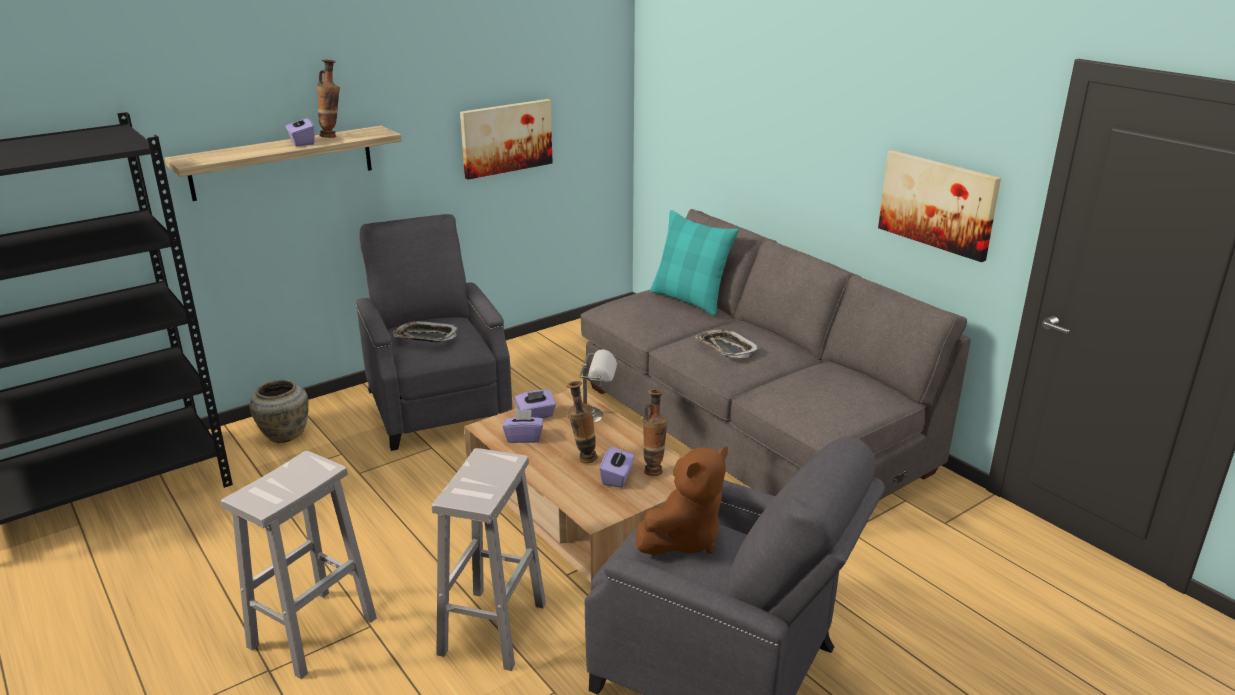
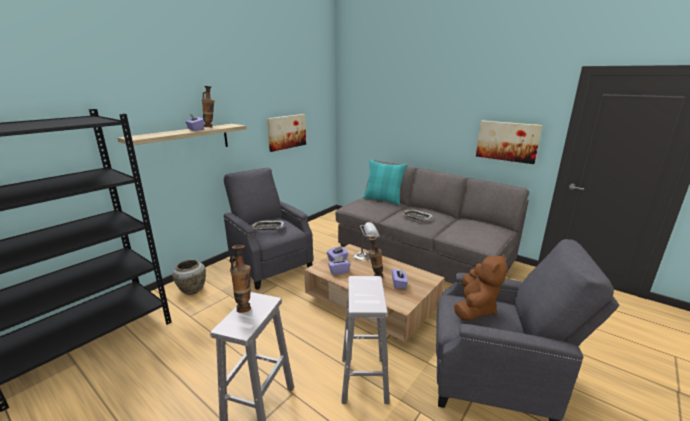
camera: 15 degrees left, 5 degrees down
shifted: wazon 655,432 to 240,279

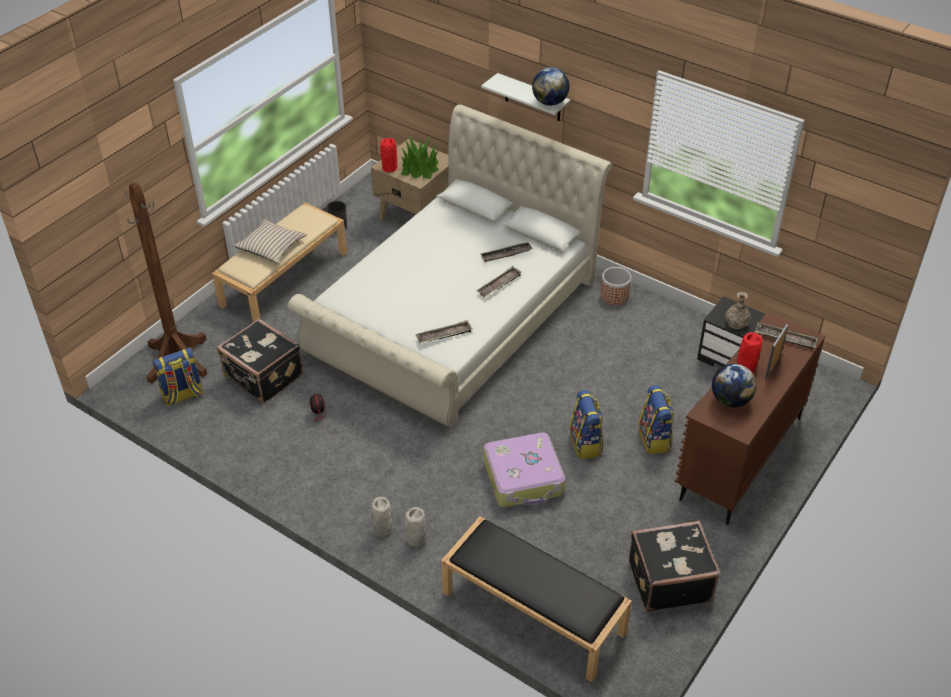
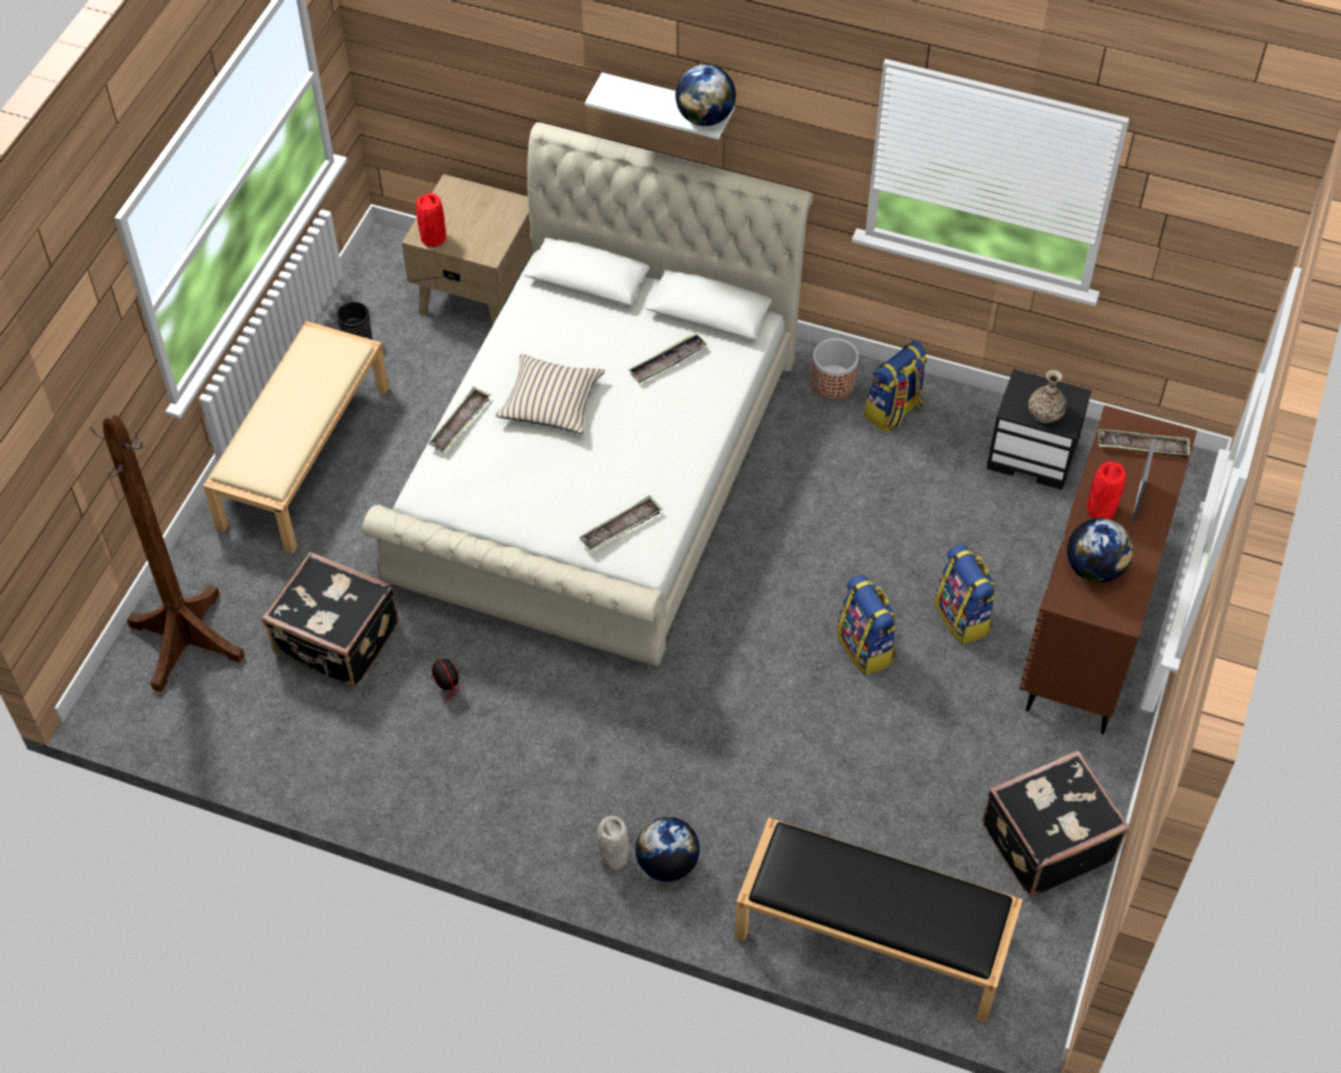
camera: 15 degrees left, 10 degrees up
gone: roślina doniczkowa 420,157; walizka 524,469
shifted: plecak 178,377 to 895,386; poduszka (beżowy) 270,241 to 550,394; taca 499,282 to 459,420
swapped: wazon (szary) 415,527 to globus 667,849

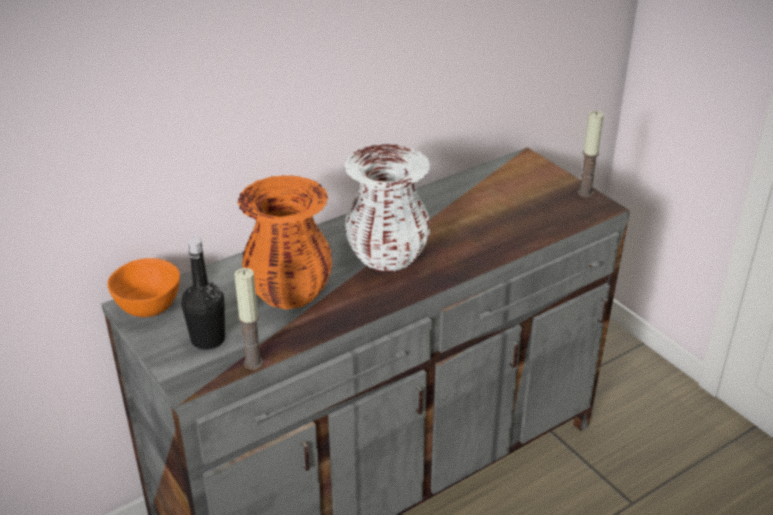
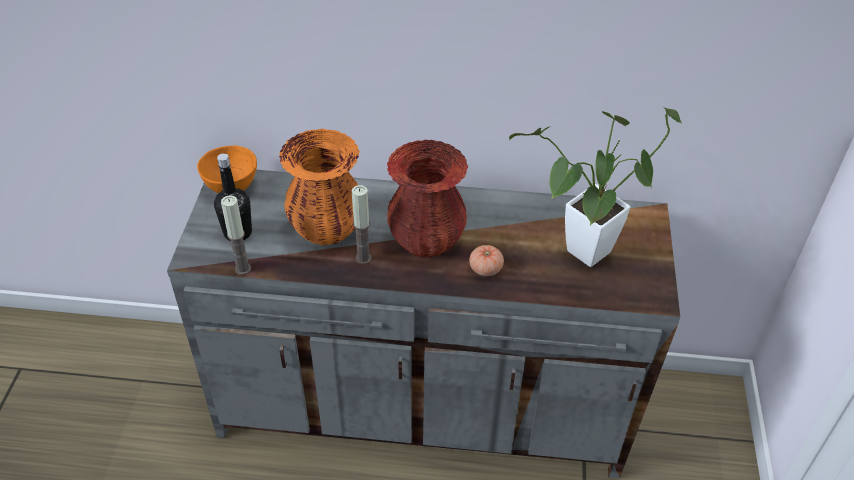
camera: 40 degrees right, 10 degrees up
new: pomidor 486,260; roślina doniczkowa 595,186
shifted: świeca 591,154 to 361,224
repainted: wazon (biały) 387,208 to wazon (czerwony) 427,198

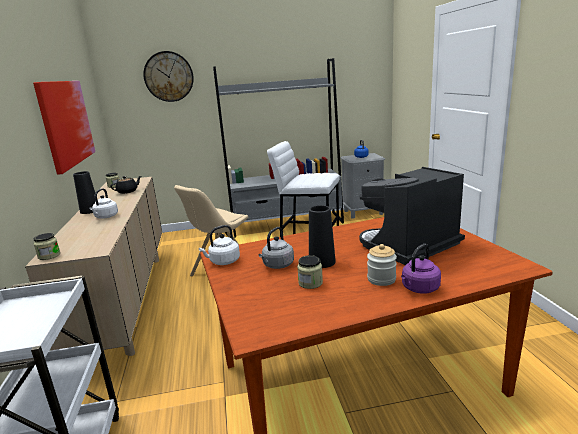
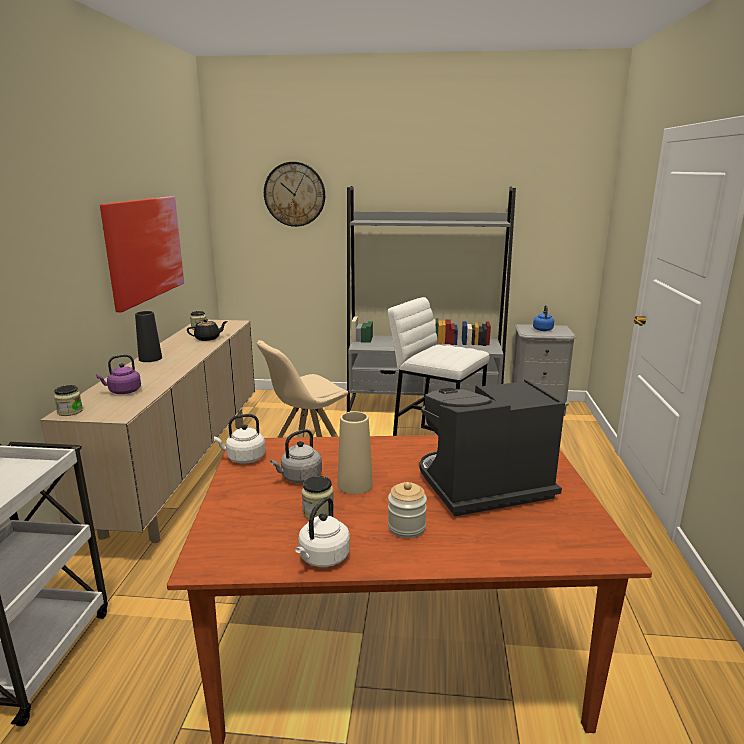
camera: 15 degrees right, 0 degrees up
shifted: czajnik (biały) 103,203 to 322,532; czajnik (fioletowy) 421,269 to 118,374
repainted: wazon (czarny) 322,236 to wazon (beżowy) 355,452

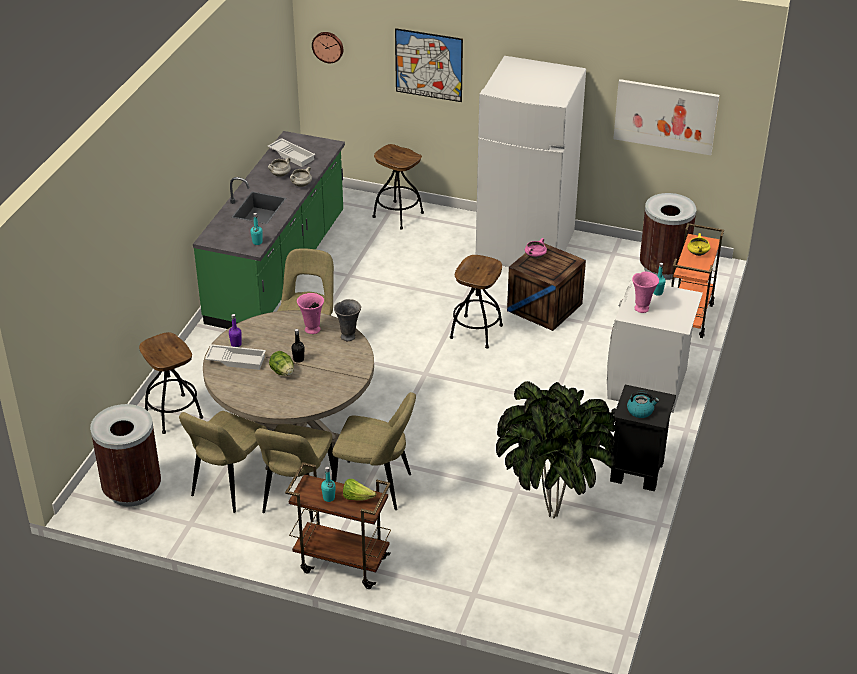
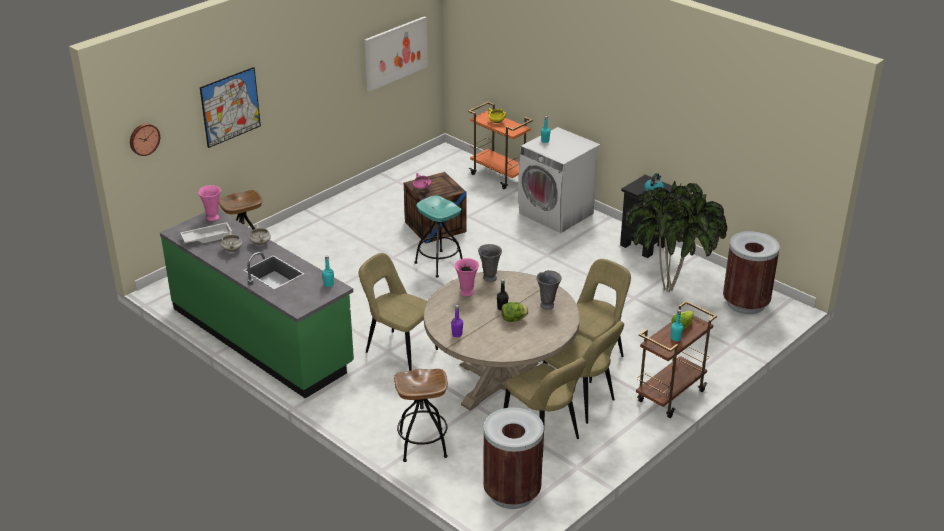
camera: 65 degrees left, 5 degrees down
gone: taca (biały) 235,357; lodówka (biały) 531,161
new: wazon (szary) 549,289
shifted: wazon (różowy) 645,292 to 209,203; kosz na śmieci (brązowy) 668,236 to 751,272
repainted: stołek (brązowy) 476,302 to stołek (turkusowy) 438,236

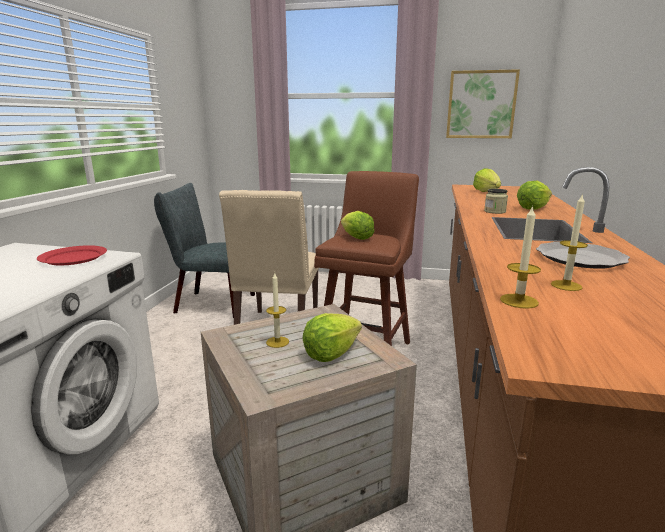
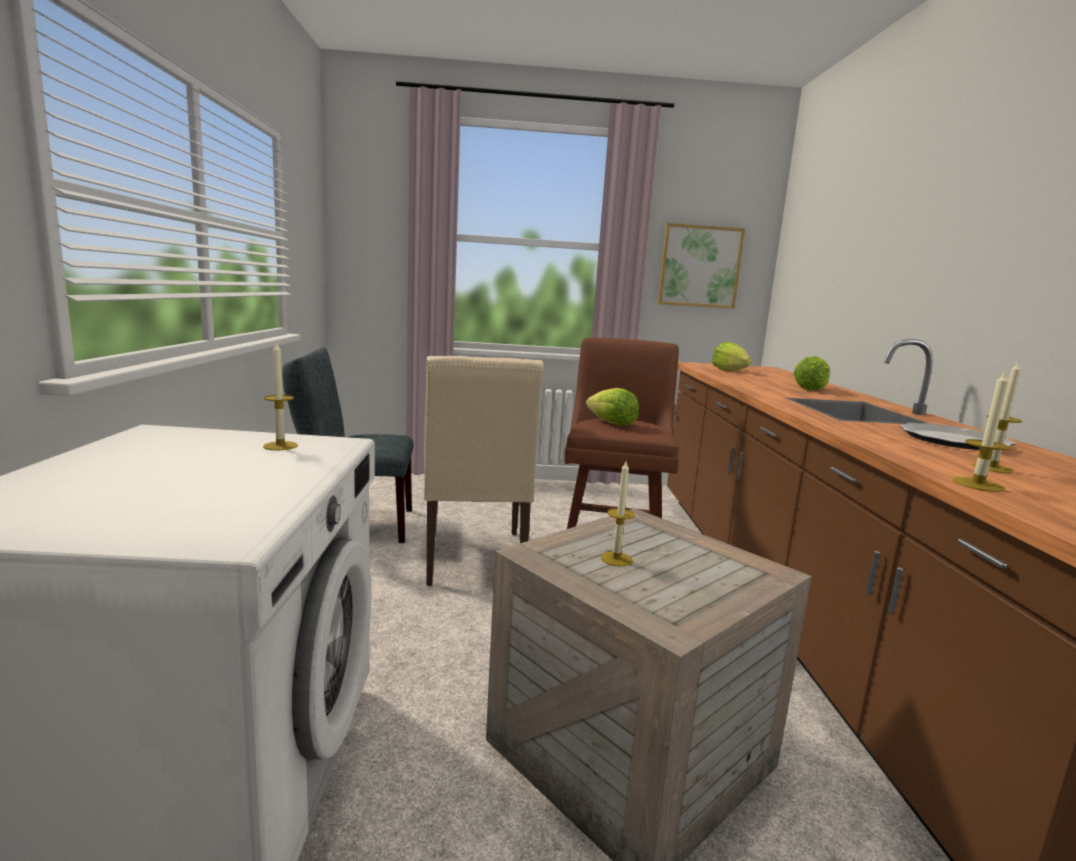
camera: 15 degrees left, 5 degrees down
gone: sałata 332,337; słoik 496,201
swapped: talerz (czerwony) 72,255 to świeca 280,395

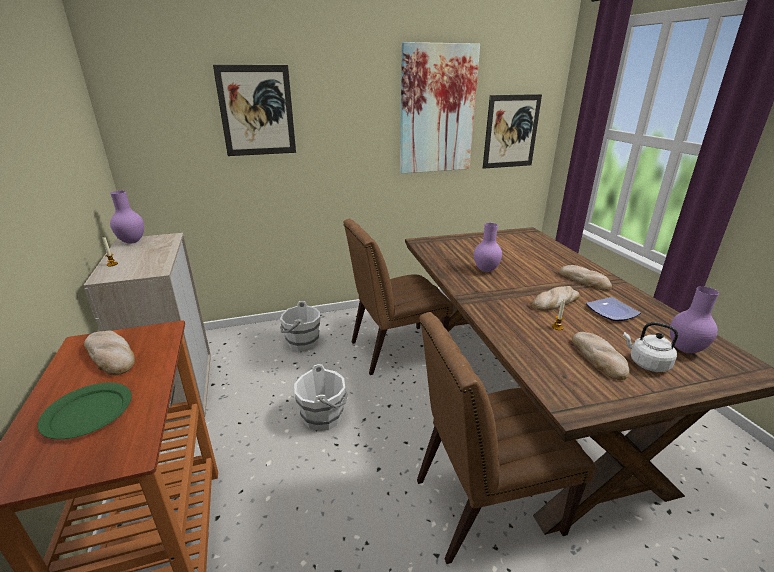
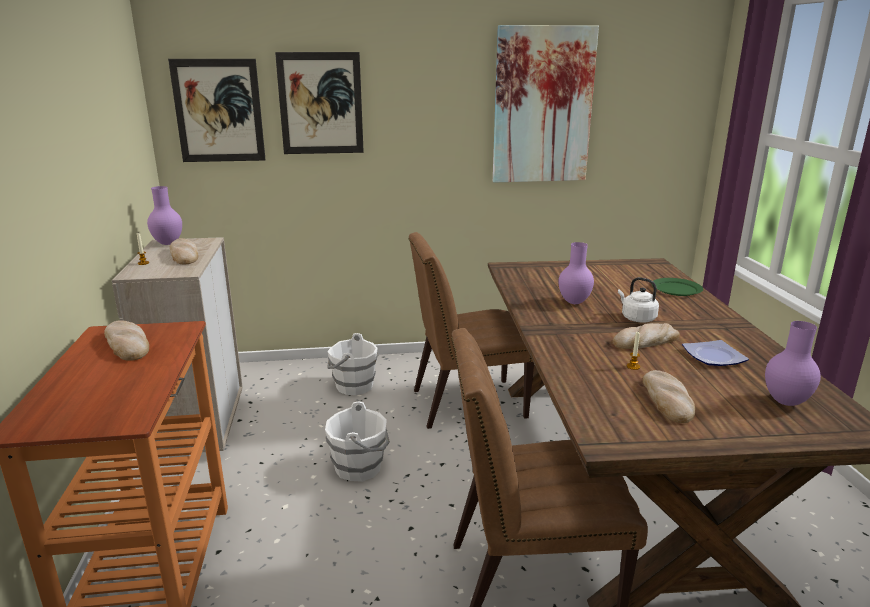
camera: 10 degrees right, 5 degrees down
shifted: talerz (zielony) 84,411 to 677,287; obraz 512,131 to 217,110; chleb 585,278 to 184,251; czajnik (biały) 650,347 to 638,300

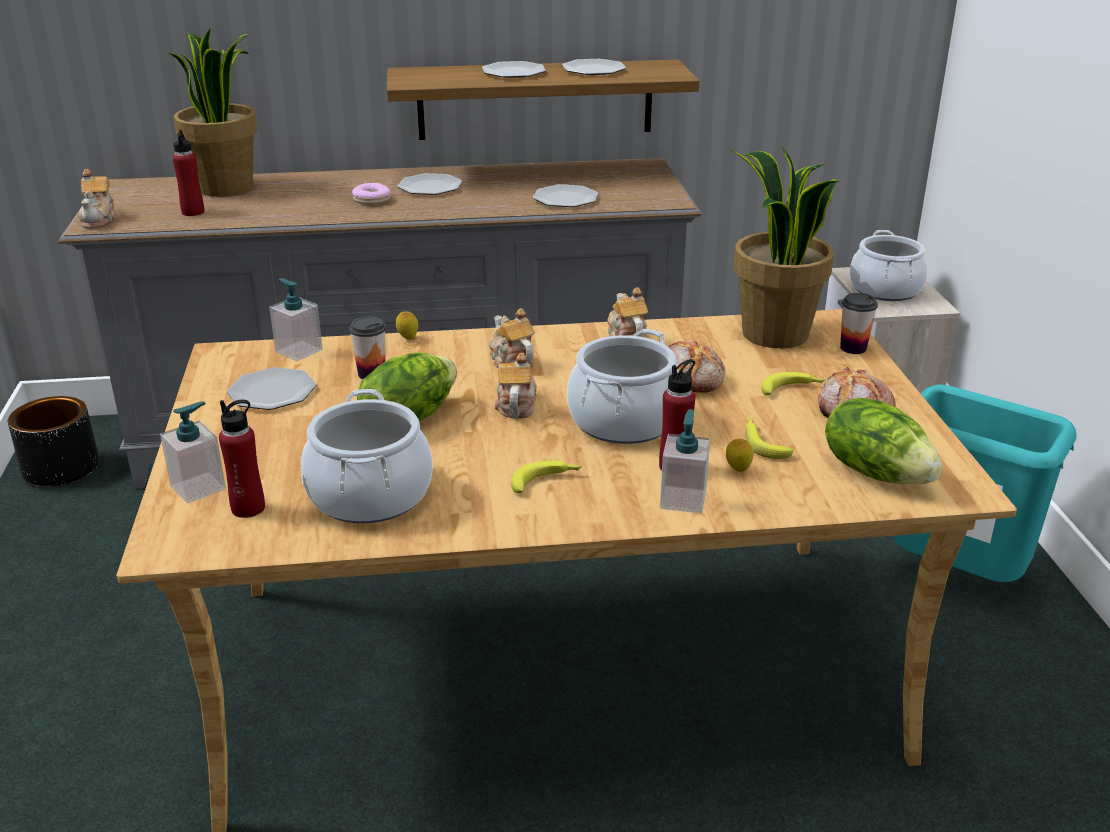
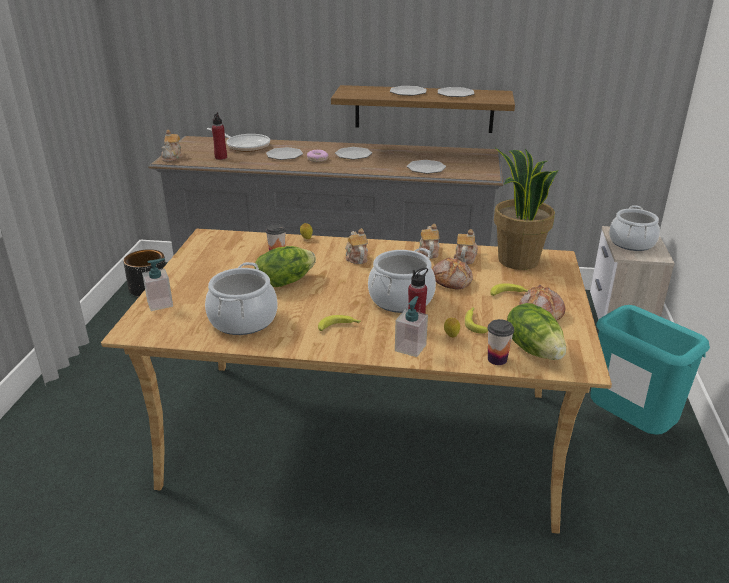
camera: 15 degrees right, 0 degrees up
gone: butelka (czerwony) 242,459; dozownik mydła 296,319
shifted: talerz 271,388 to 284,153; imbryk 516,386 to 466,246; filiżanka 859,323 to 501,342
swapped: roślina doniczkowa 213,113 to patelnia 238,140

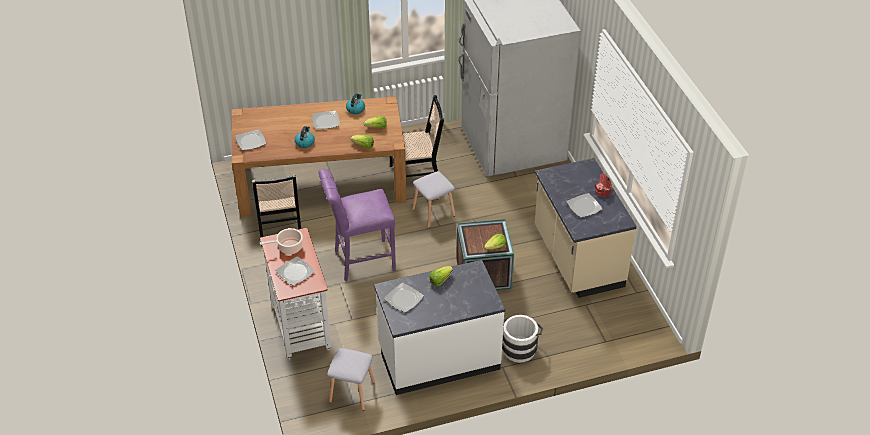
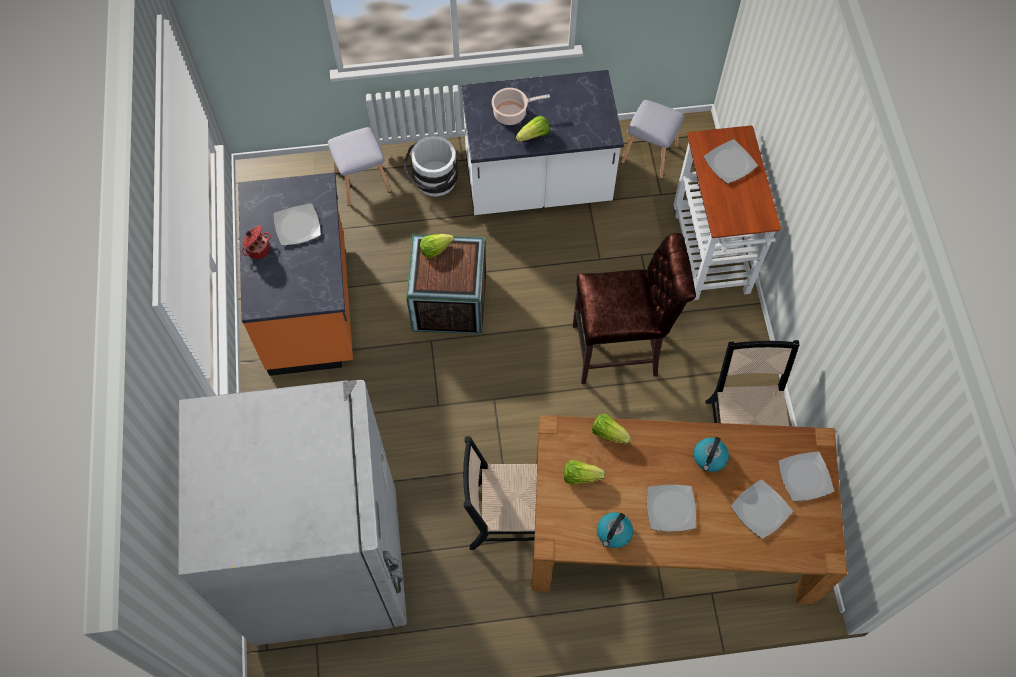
camera: 170 degrees left, 20 degrees up
shifted: garnek 281,241 to 521,106; talerz 404,297 to 762,509; stołek (szary) 433,199 to 359,166
repainted: stołek (fioletowy) 357,225 to stołek (brązowy) 634,308; zabudowa kuchenna (beżowy) 586,228 to zabudowa kuchenna (pomarańczowy) 295,274

